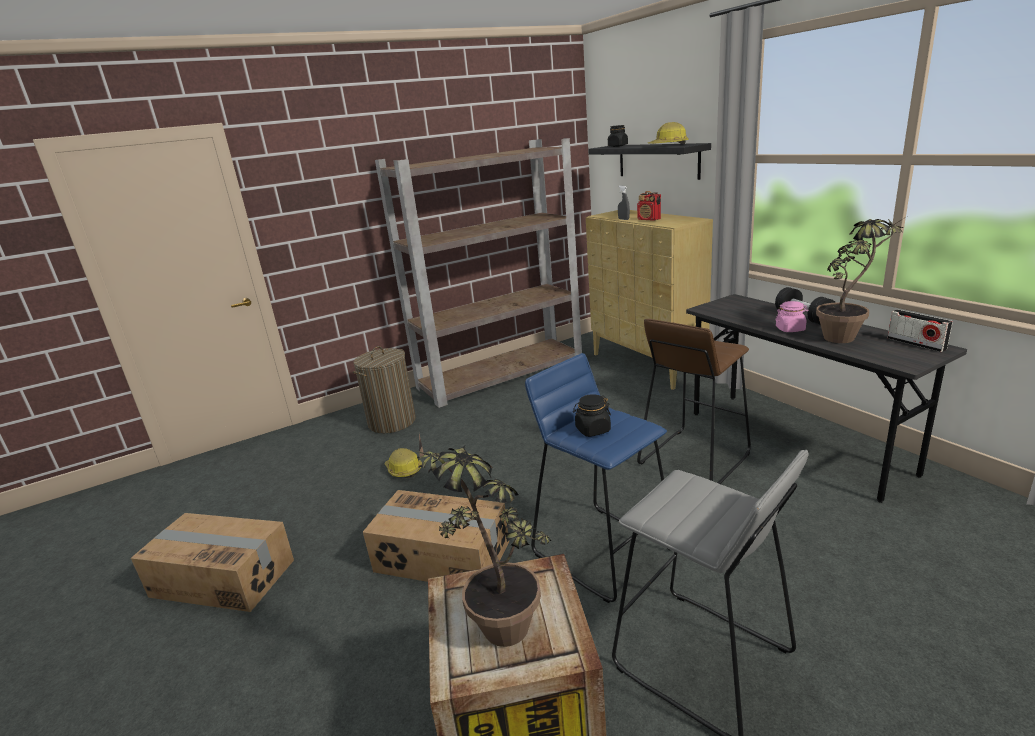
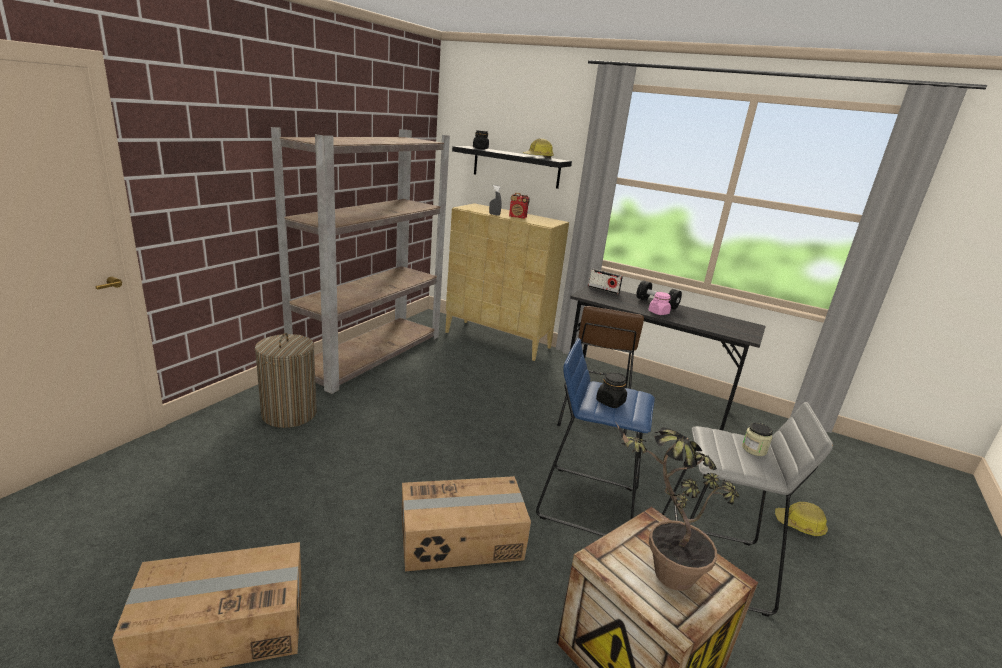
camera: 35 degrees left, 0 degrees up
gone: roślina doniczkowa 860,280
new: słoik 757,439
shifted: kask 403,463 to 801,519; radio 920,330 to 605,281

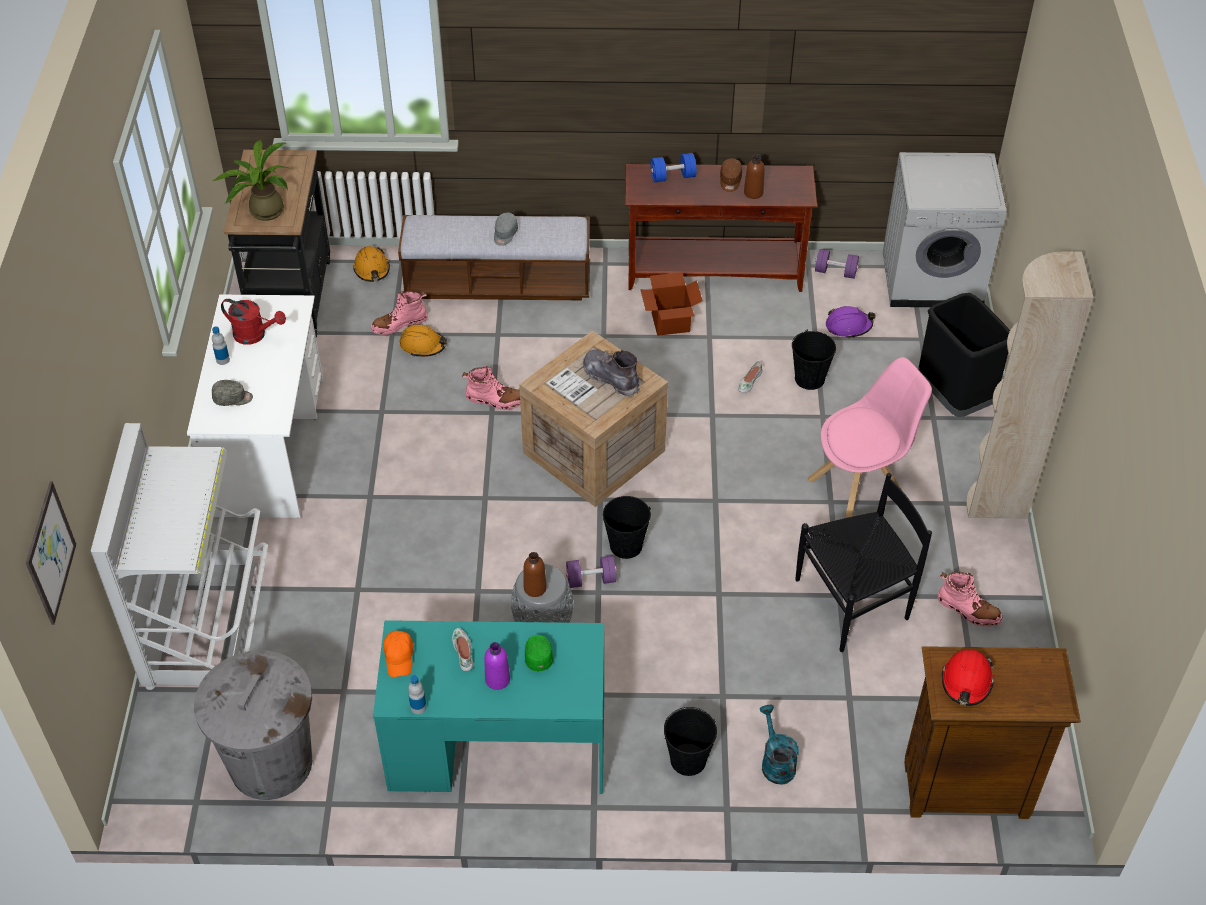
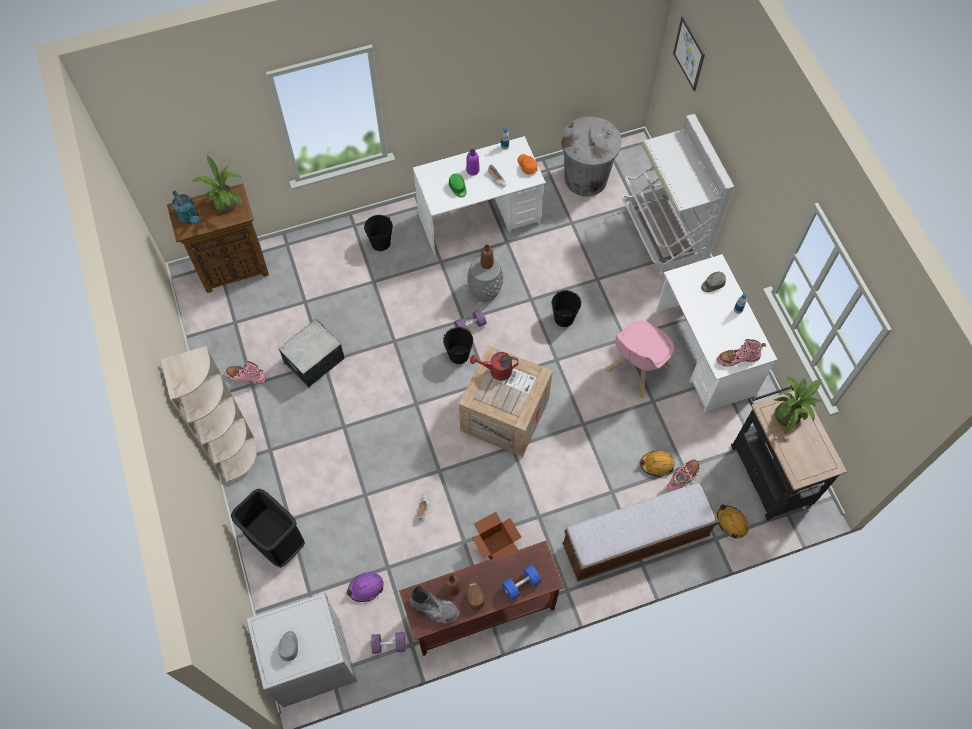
camera: 160 degrees right, 15 degrees up
shifted: konewka (czerwony) 253,322 to 494,366; but z cholewką (różowy) 491,388 to 741,353; czapka z daszkiem (szary) 506,229 to 288,646; but z cholewką (szary) 611,374 to 434,604; konewka (turkusowy) 779,744 to 186,208; wiadro (czarny) 814,360 to 566,308; krzesło (różowy) 870,437 to 640,359
swapped: krzesło (czarny) 863,562 to pojemnik do przechowywania 312,353; kask (czerwony) 968,677 to roślina doniczkowa 217,183
repainted: biurko (turkusowy) 488,707 to biurko (biały) 479,195

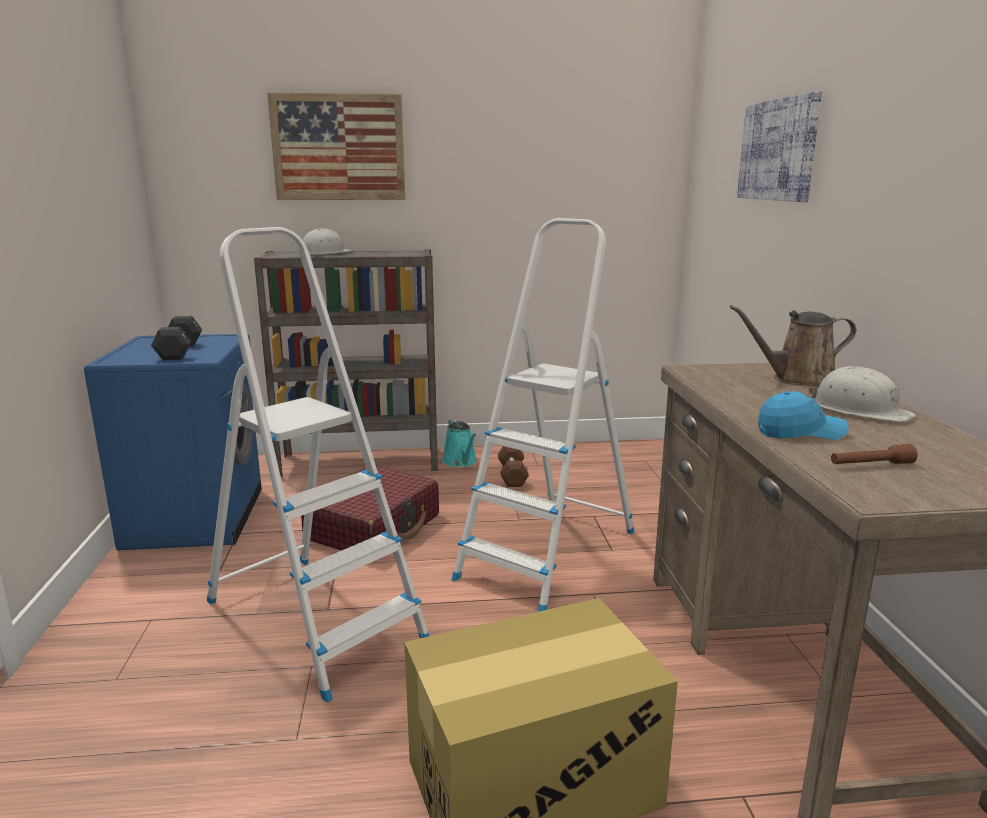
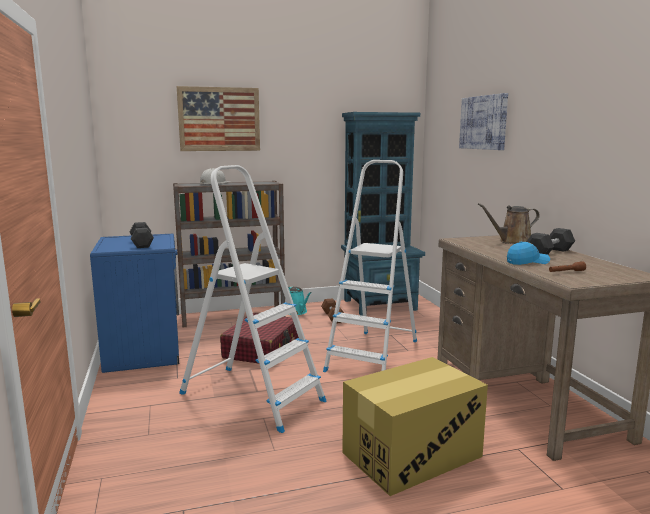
camera: 10 degrees left, 5 degrees down
new: szafka (niebieski) 383,214
swapped: kask (biały) 862,394 to hantel (czarny) 551,241

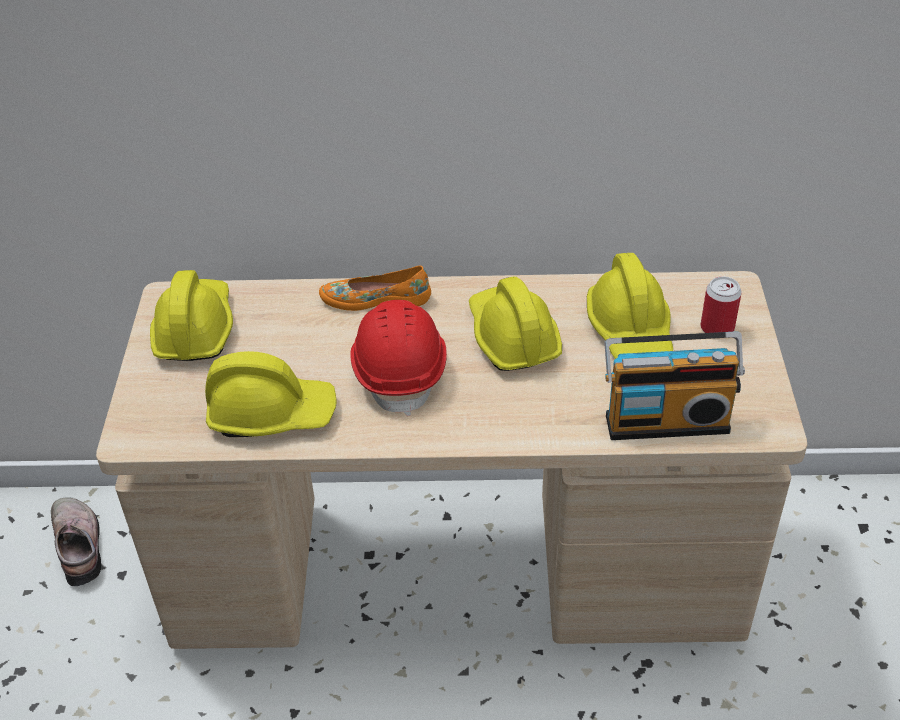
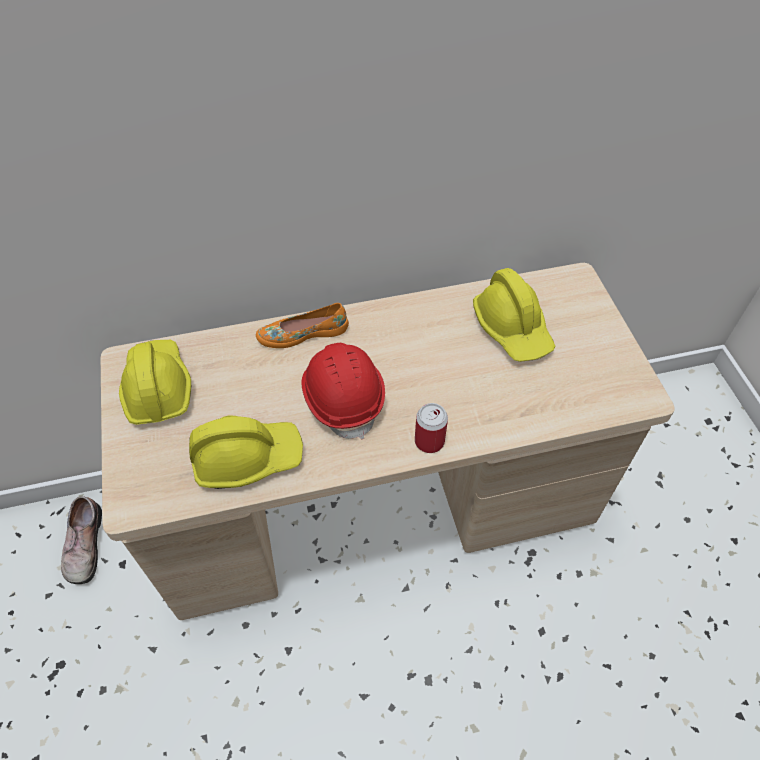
camera: 15 degrees left, 10 degrees up
gone: kask (żółty) 515,324; radio 674,385
shifted: puszka 721,304 to 431,428
rotated: but 76,541 = 81,540 150 degrees counterclockwise

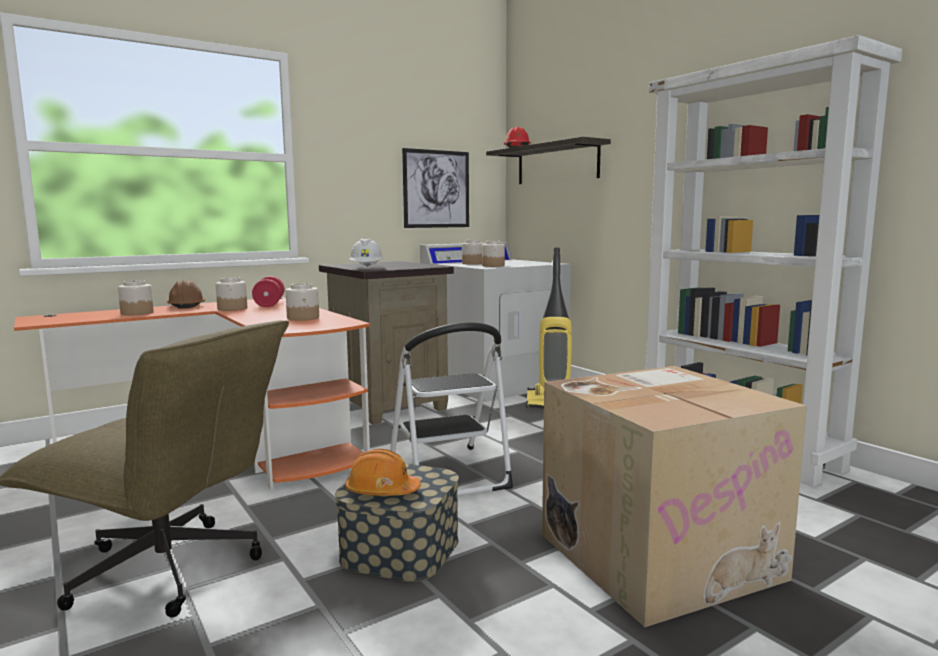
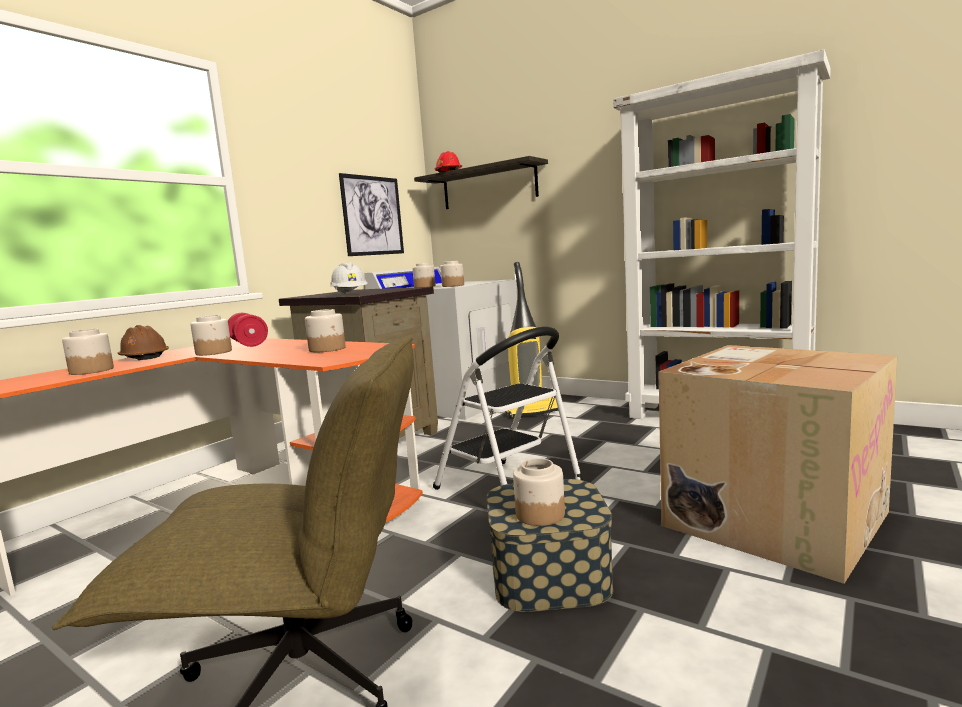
camera: 20 degrees left, 0 degrees up
swapped: kask (pomarańczowy) 383,472 to słoik 539,492

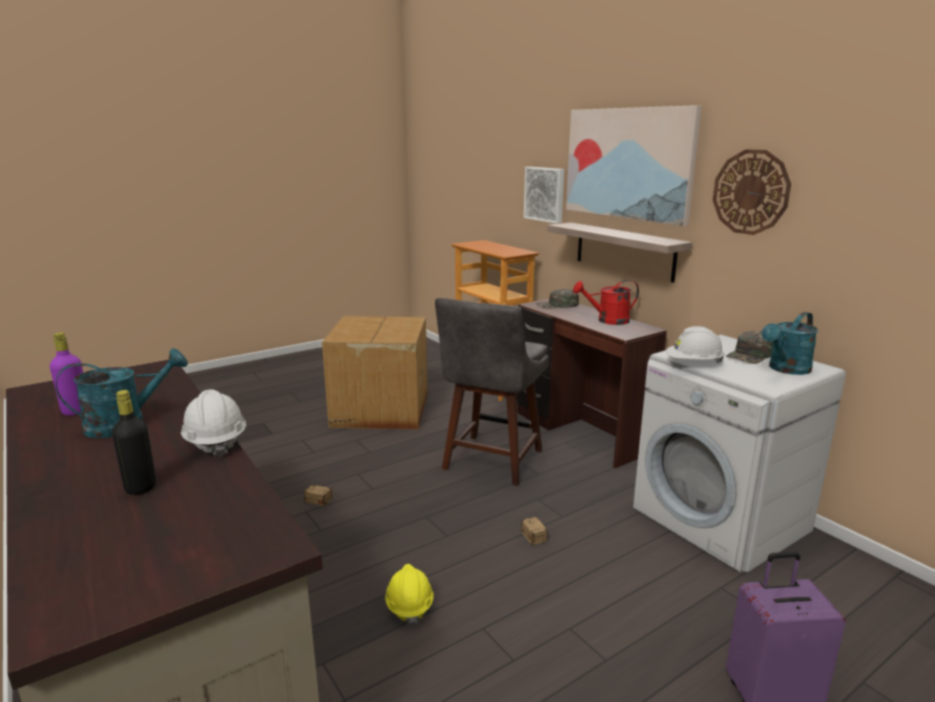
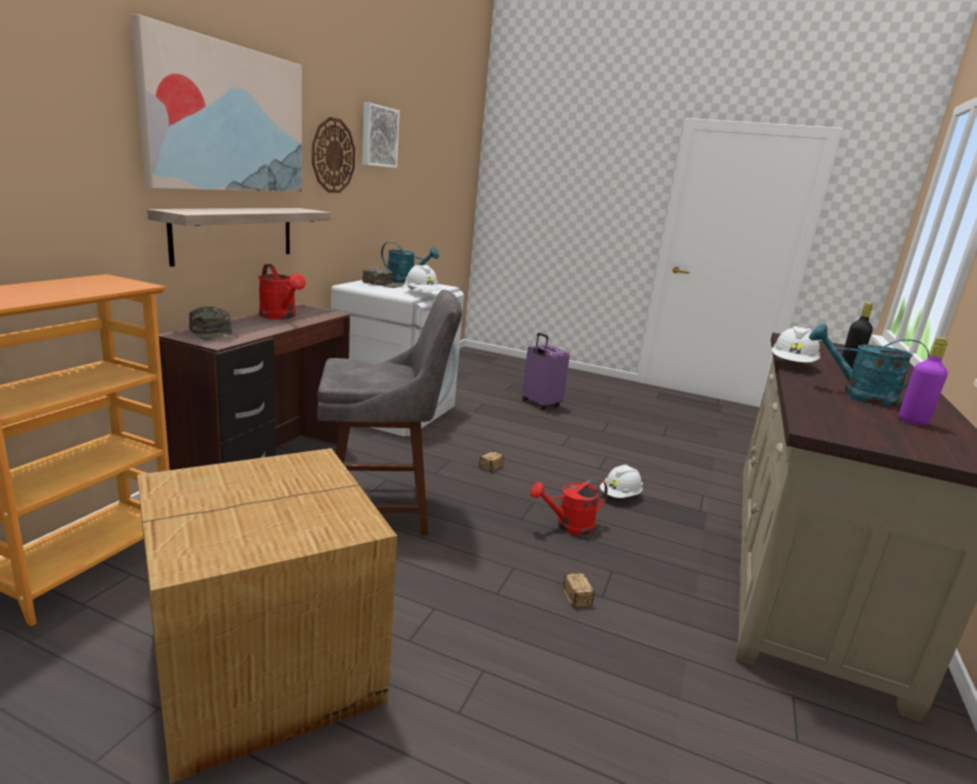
camera: 125 degrees left, 0 degrees up
new: konewka (czerwony) 569,507
shifted: obraz 544,195 to 381,135
repainted: kask (żółty) 409,595 to kask (biały) 621,481

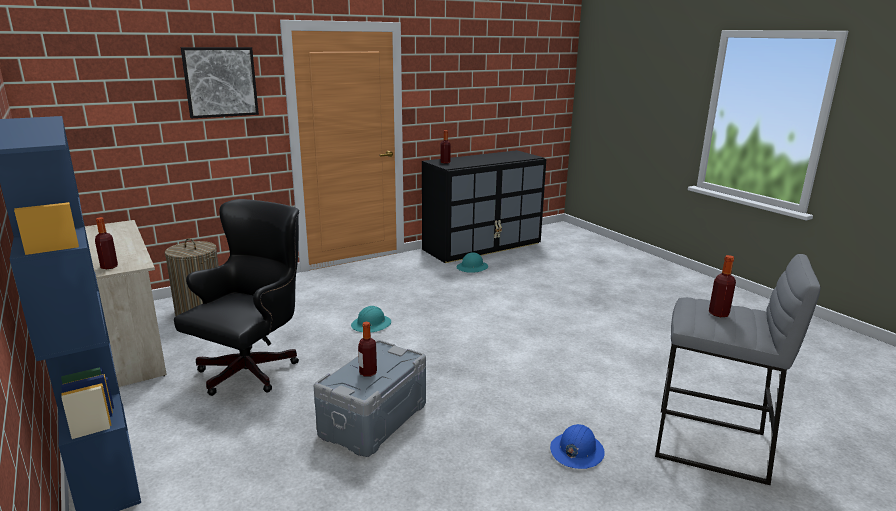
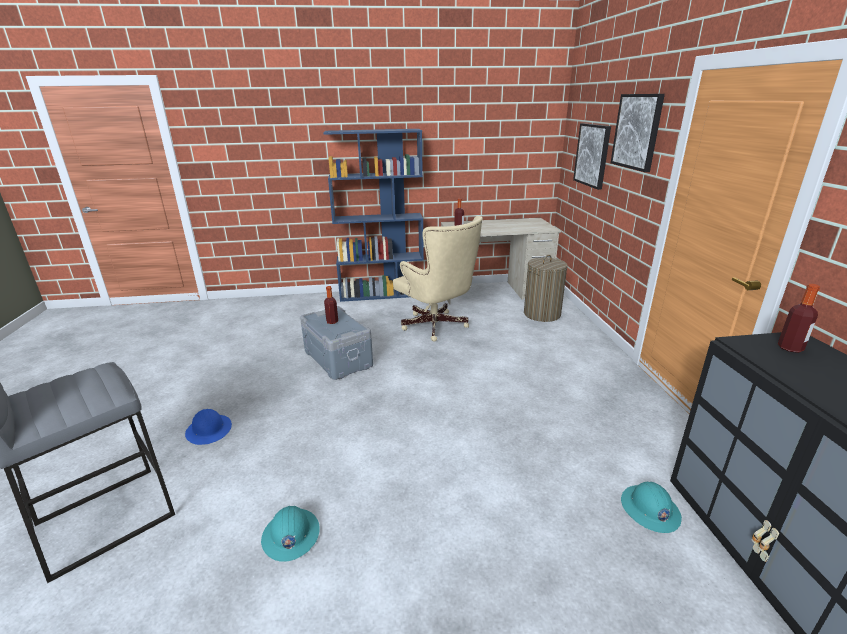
camera: 115 degrees right, 5 degrees up
gone: butelka 722,286
new: obraz 592,156
shifted: kask (turkusowy) 371,319 to 290,534
repainted: krzesło biurowe (czarny) 236,297 to krzesło biurowe (beżowy) 438,279

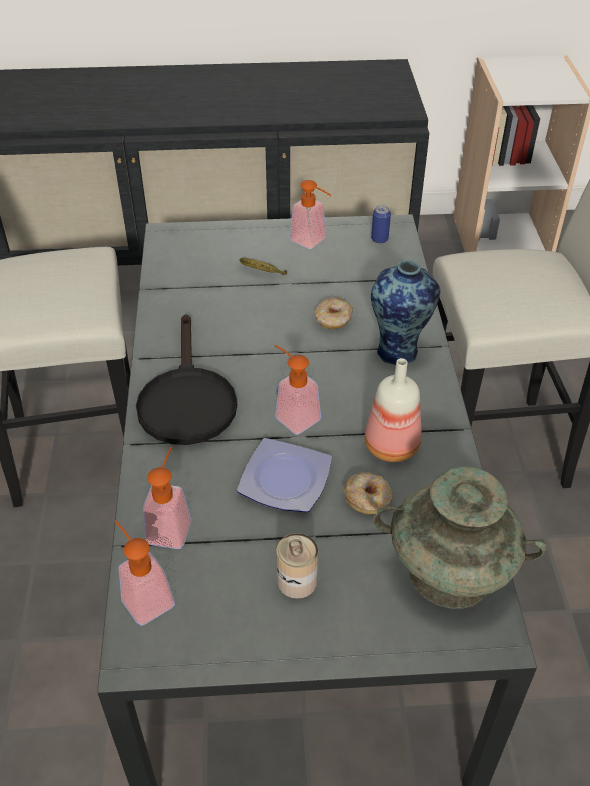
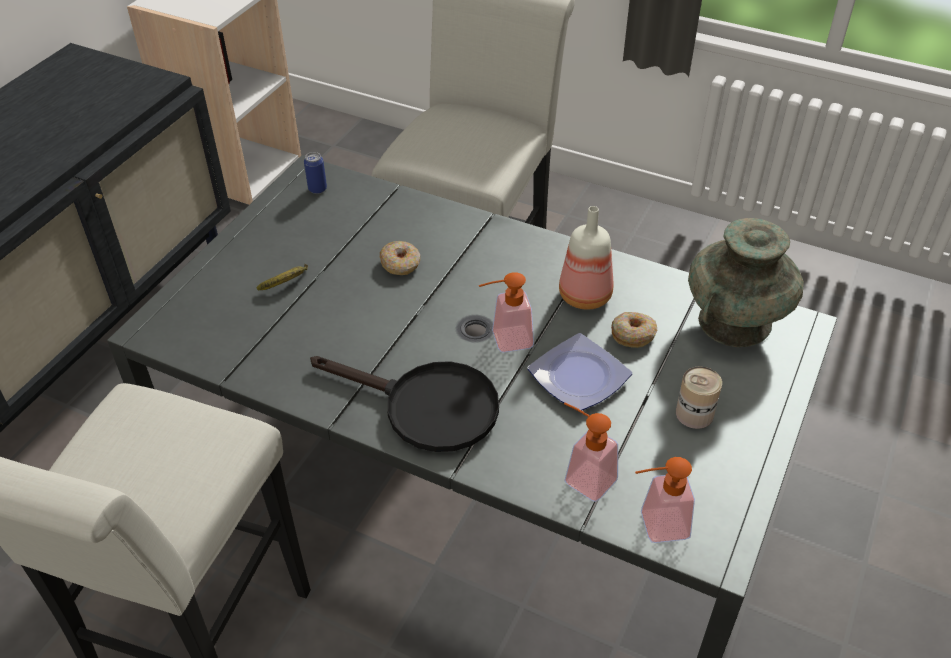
camera: 60 degrees left, 0 degrees up
gone: dozownik mydła 310,214; wazon 405,313

